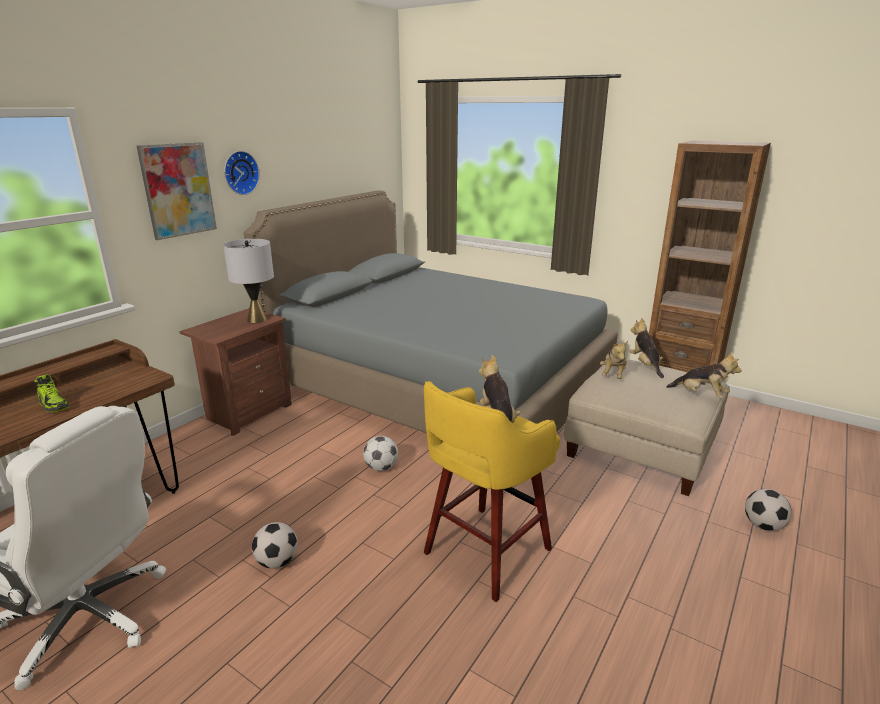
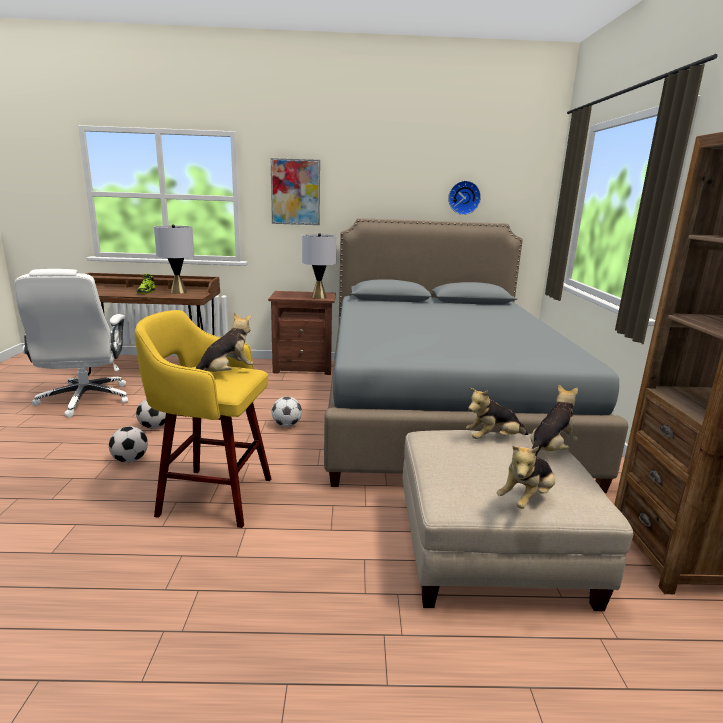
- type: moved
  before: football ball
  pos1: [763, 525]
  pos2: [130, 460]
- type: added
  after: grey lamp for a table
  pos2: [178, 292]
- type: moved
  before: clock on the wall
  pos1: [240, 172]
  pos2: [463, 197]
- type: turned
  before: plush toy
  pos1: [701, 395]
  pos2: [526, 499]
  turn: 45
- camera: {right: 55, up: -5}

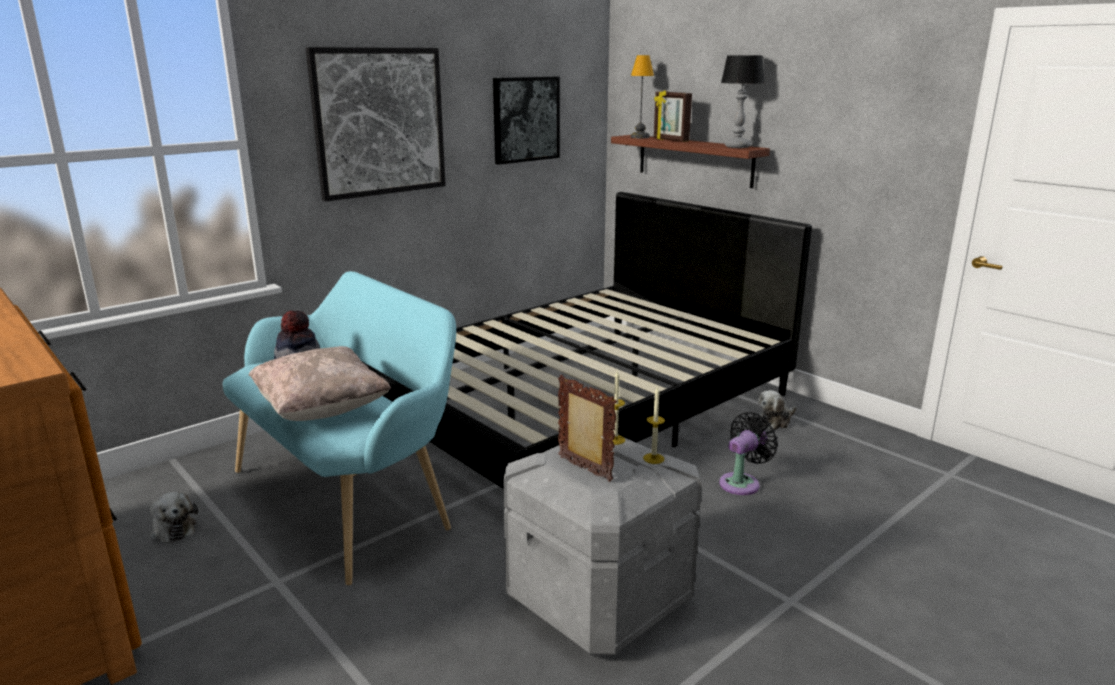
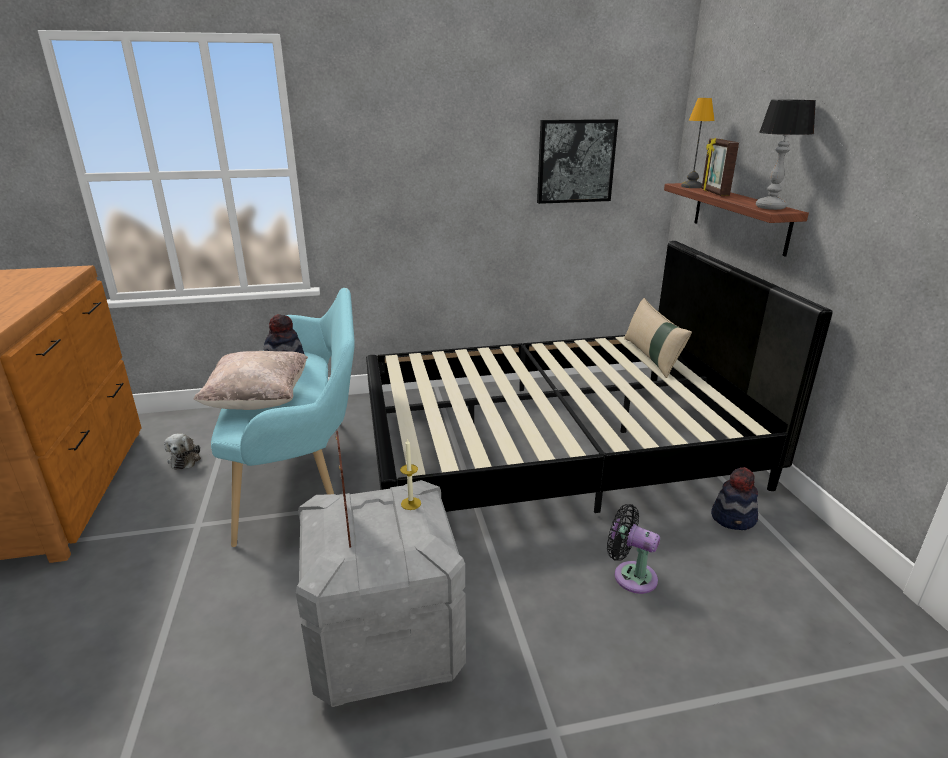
- type: turned
  before: blackish cooling fan
  pos1: [742, 483]
  pos2: [630, 575]
  turn: -135
- type: added
  after: sand-coloured pillow
  pos2: [652, 357]
- type: replaced
  before: plush toy
  after: wearable hat
  pos1: [775, 421]
  pos2: [734, 518]
- type: removed
  before: wall picture
  pos1: [379, 122]
- type: removed
  before: candle
  pos1: [653, 458]
- camera: {right: 30, up: 5}

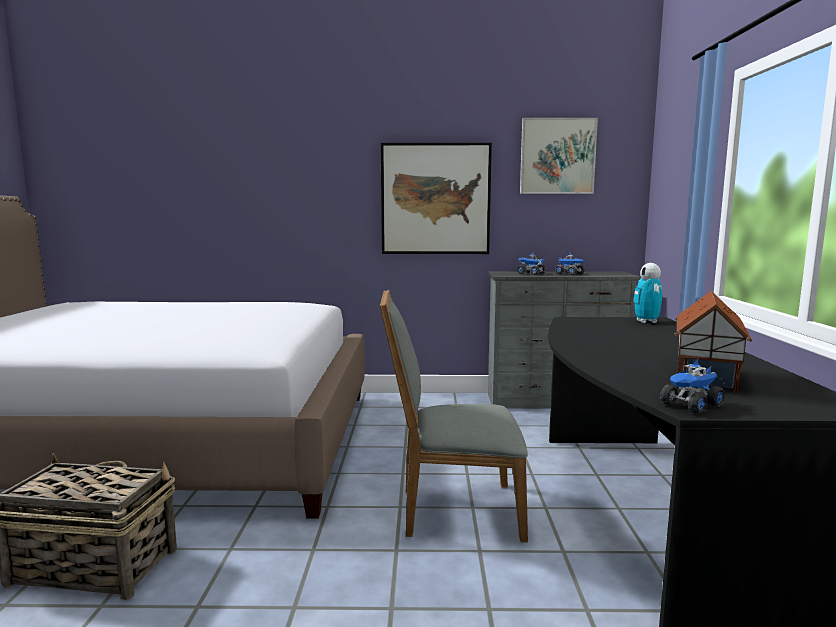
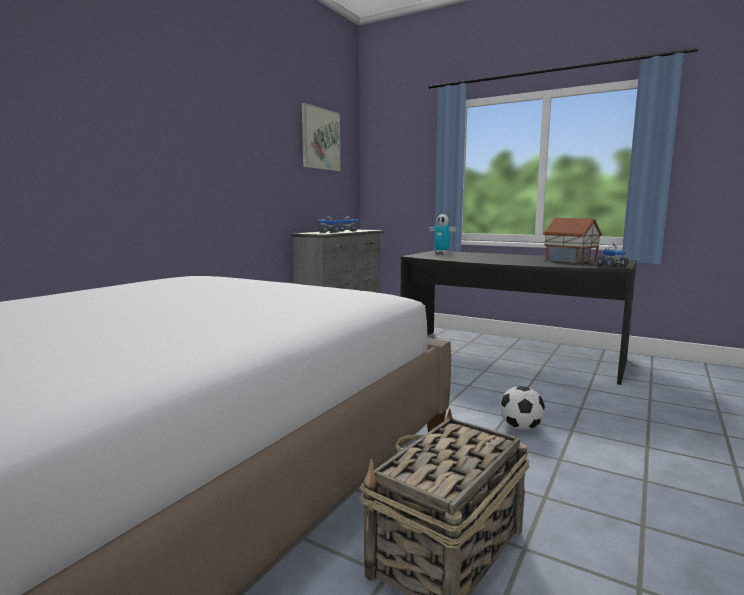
- type: added
  after: football ball
  pos2: [520, 427]
- type: removed
  before: grey plain chair
  pos1: [452, 511]
- type: removed
  before: wall picture
  pos1: [435, 199]
- camera: {right: -60, up: 0}

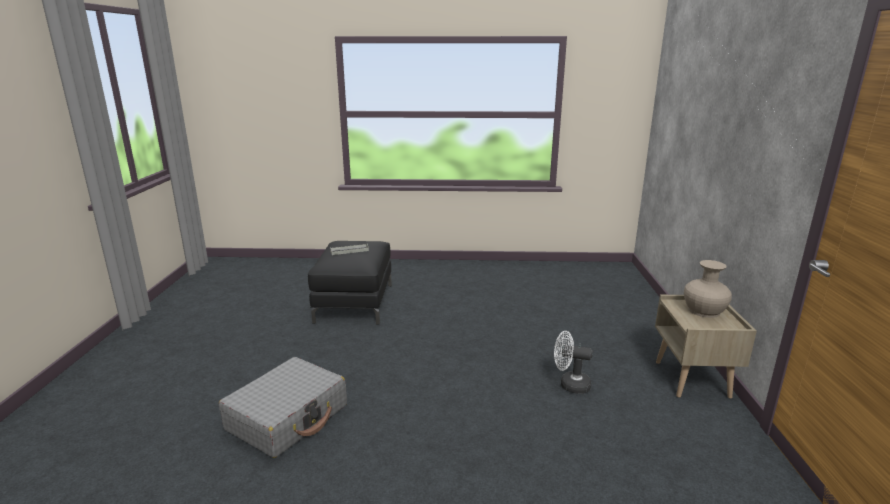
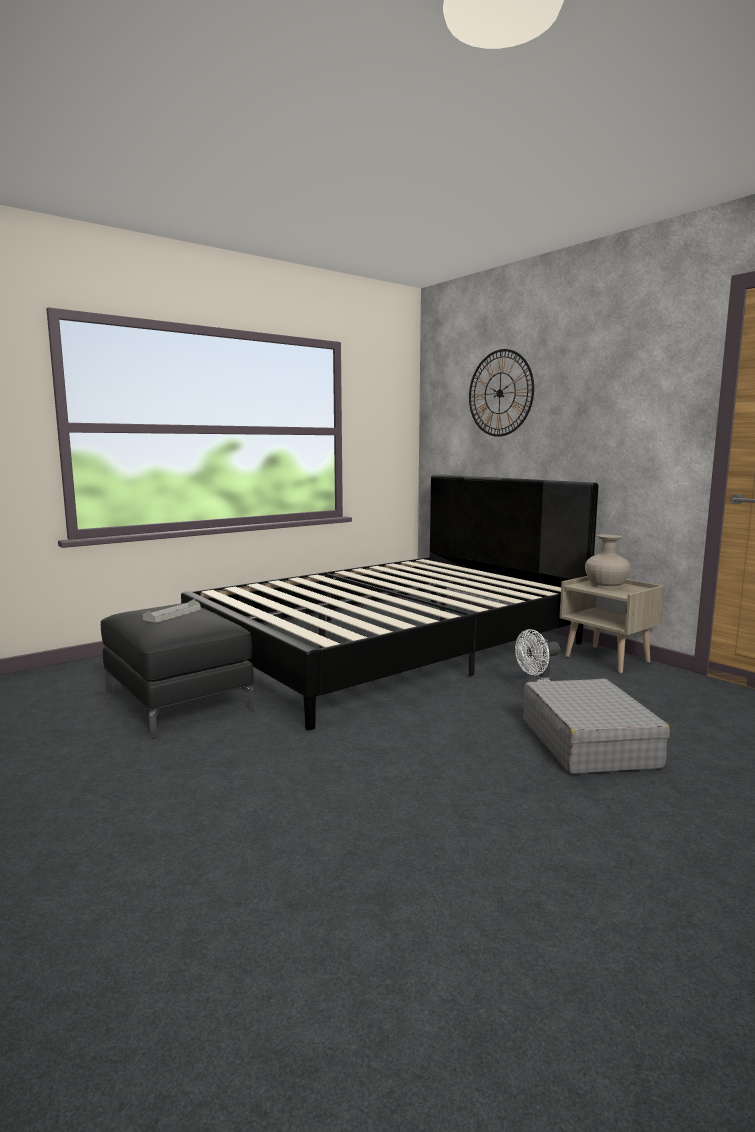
- type: added
  after: blackish bed
  pos2: [391, 647]
- type: added
  after: clock on the wall
  pos2: [500, 393]
- type: moved
  before: grey suitcase
  pos1: [288, 417]
  pos2: [588, 743]
- camera: {right: -40, up: -10}

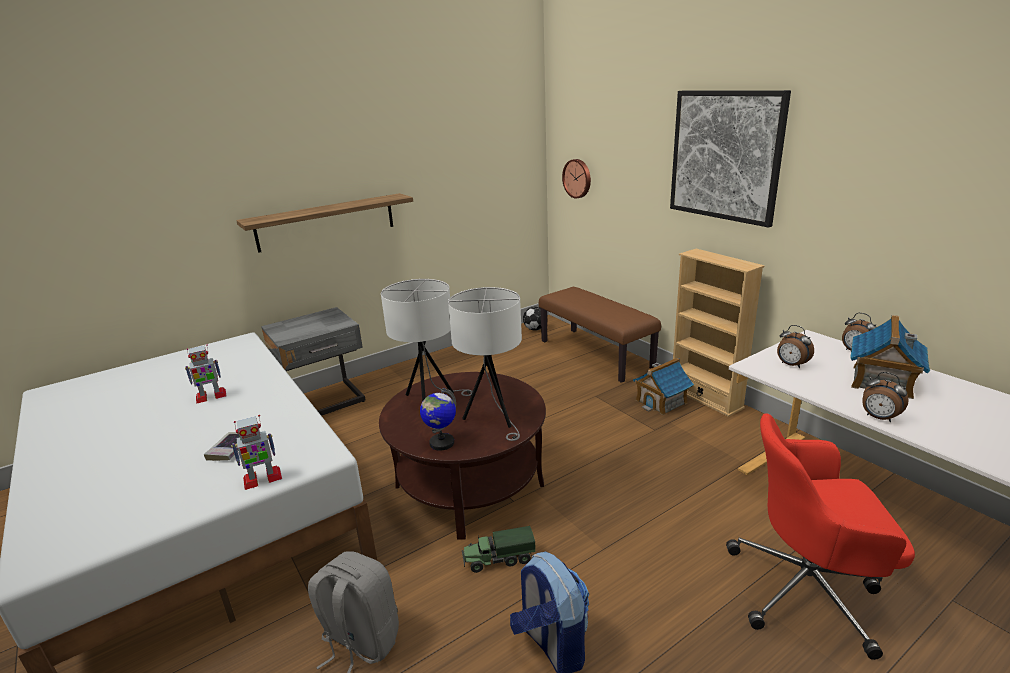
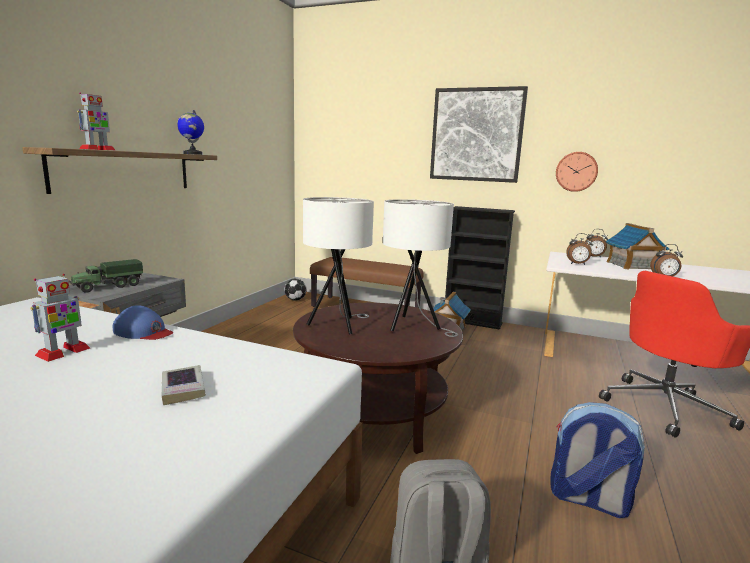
- type: moved
  before: model truck
  pos1: [498, 559]
  pos2: [108, 287]
- type: moved
  before: toy robot
  pos1: [262, 479]
  pos2: [97, 149]
- type: added
  after: bluish cap
  pos2: [143, 332]
- type: moved
  before: desk globe
  pos1: [441, 443]
  pos2: [192, 154]
- type: recoloured
  before: sand-coloured bookshelf
  after: blackish bookshelf
  pos1: [705, 397]
  pos2: [472, 321]
- type: moved
  before: clock on the wall
  pos1: [577, 178]
  pos2: [576, 171]
- camera: {right: -35, up: -10}

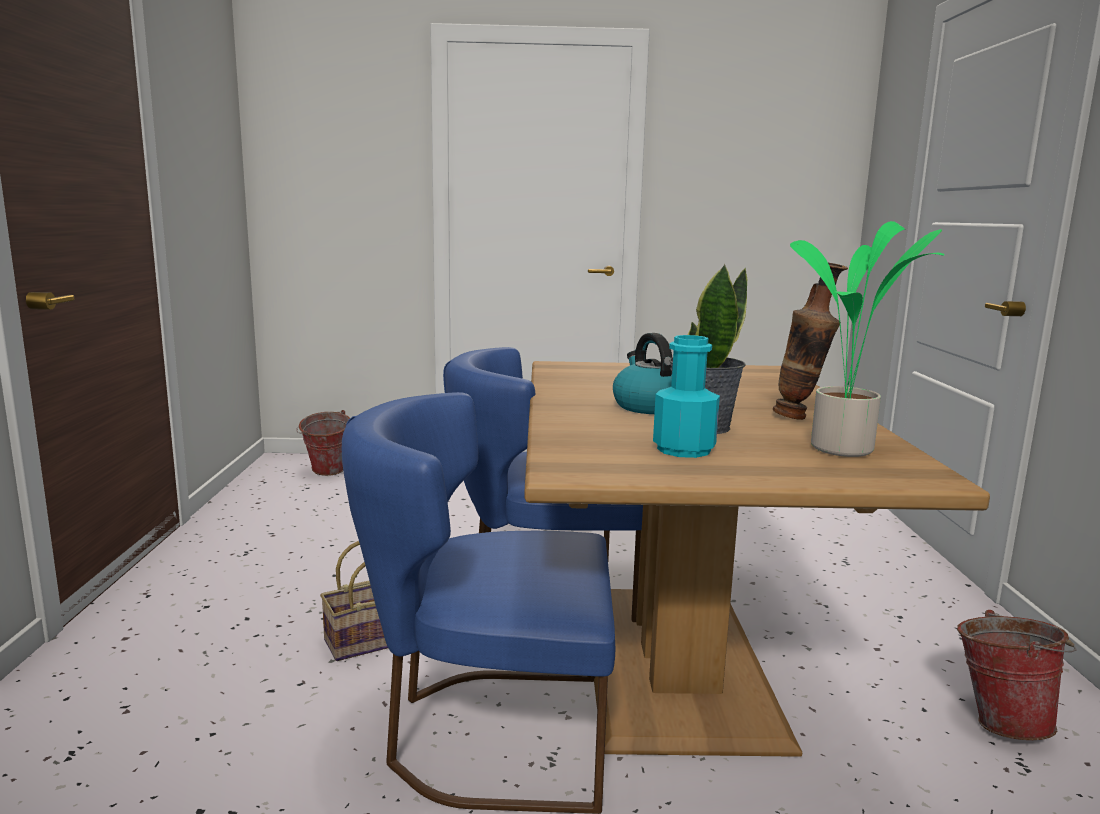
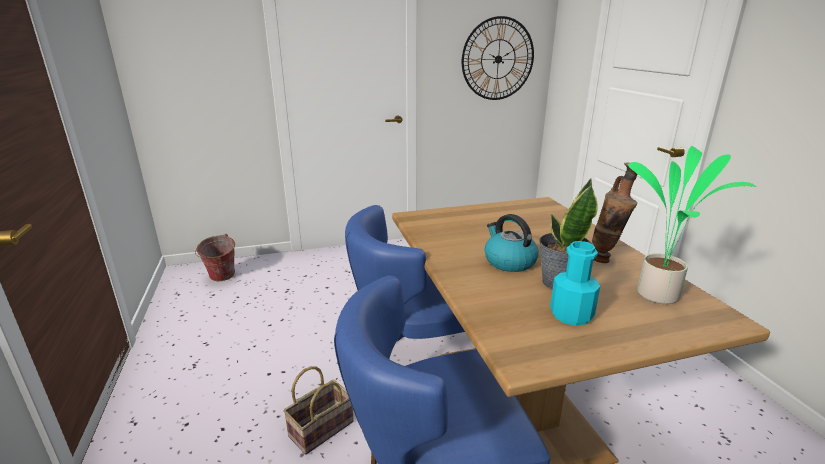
- type: added
  after: clock on the wall
  pos2: [498, 59]
- type: removed
  before: pail
  pos1: [1000, 720]
- camera: {right: -15, up: 10}

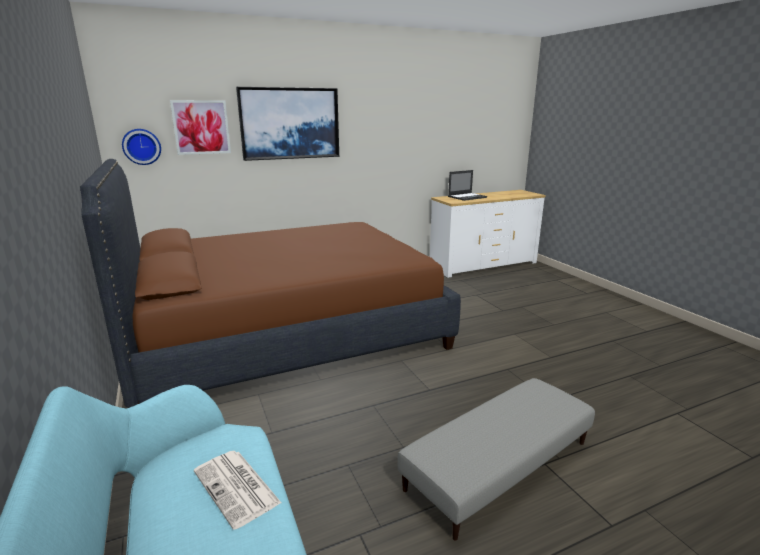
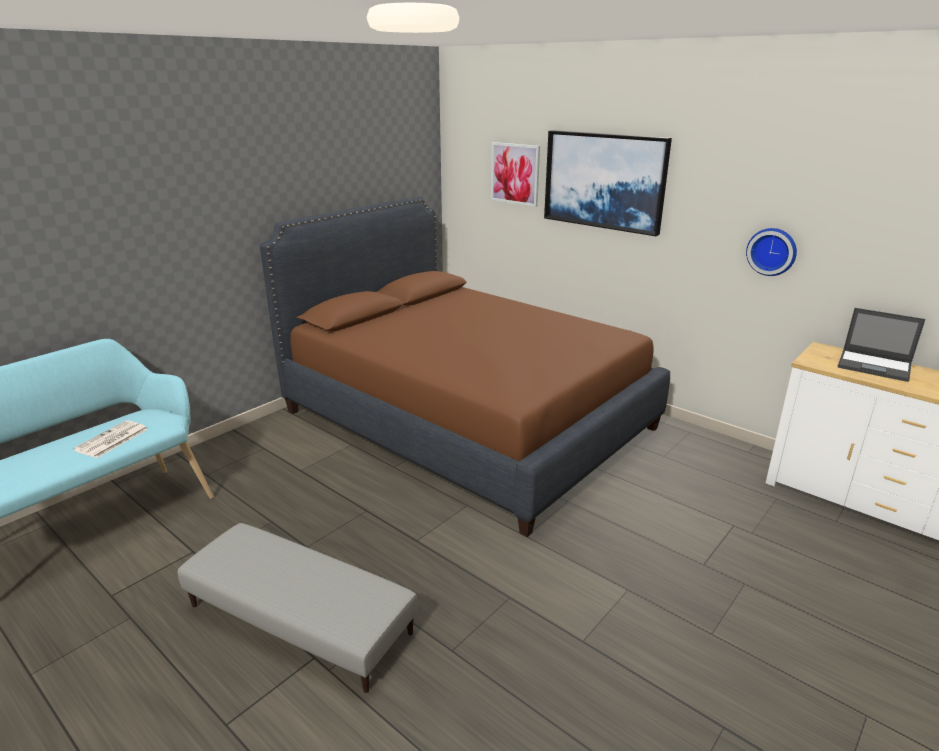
- type: moved
  before: clock on the wall
  pos1: [141, 146]
  pos2: [772, 251]
- camera: {right: 65, up: 5}

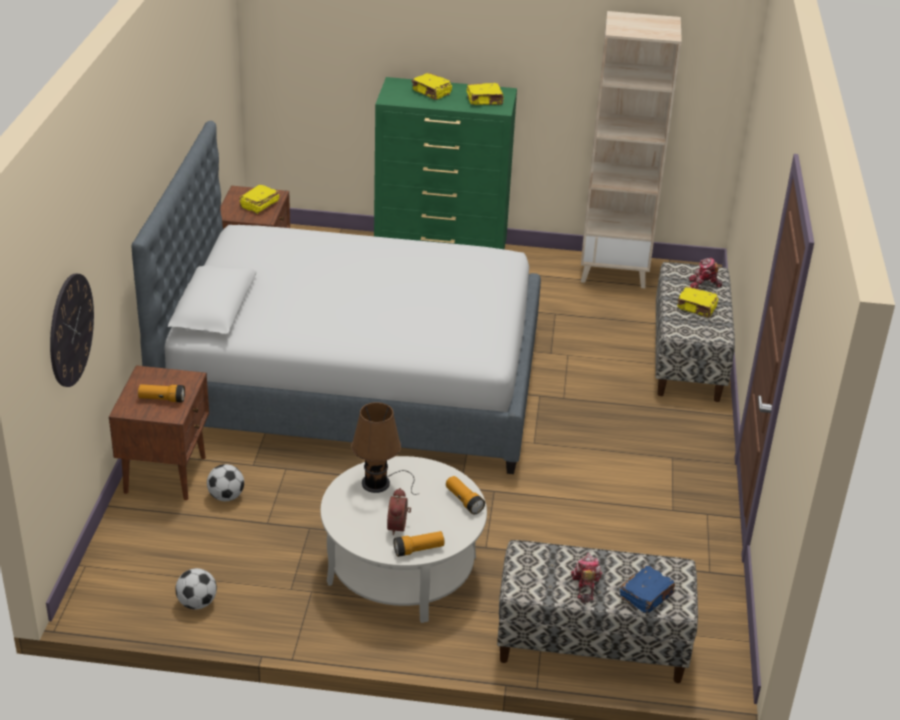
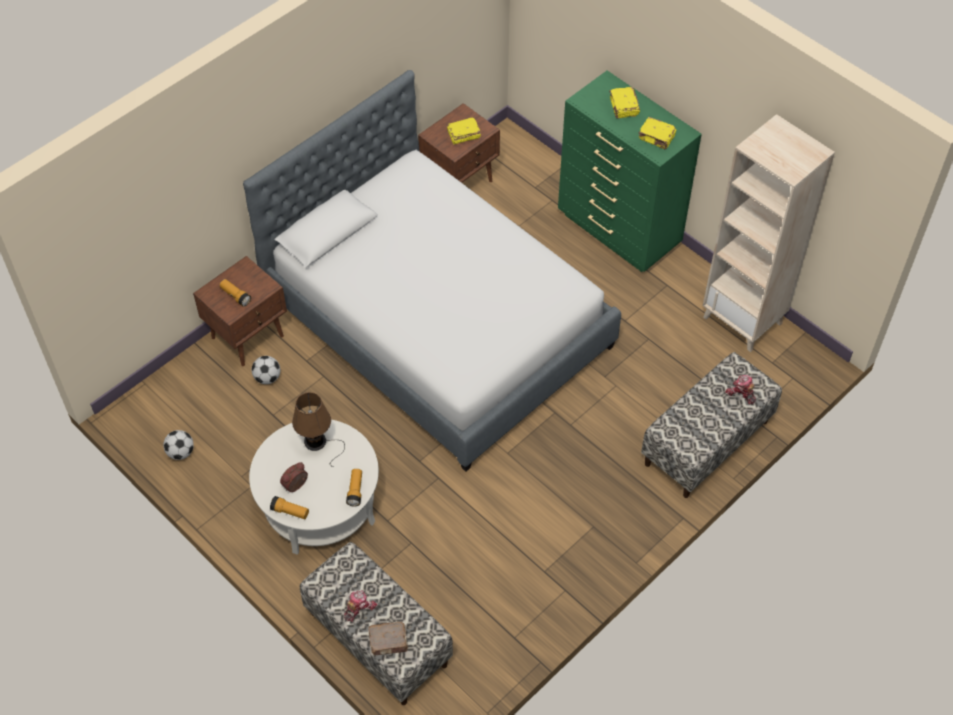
- type: recoloured
  before: bluish bound book
  after: brown-coloured bound book
  pos1: [647, 596]
  pos2: [389, 642]
- type: removed
  before: clock on the wall
  pos1: [71, 330]
- type: removed
  before: yellow-coloured bound book
  pos1: [697, 308]
- camera: {right: 40, up: 20}

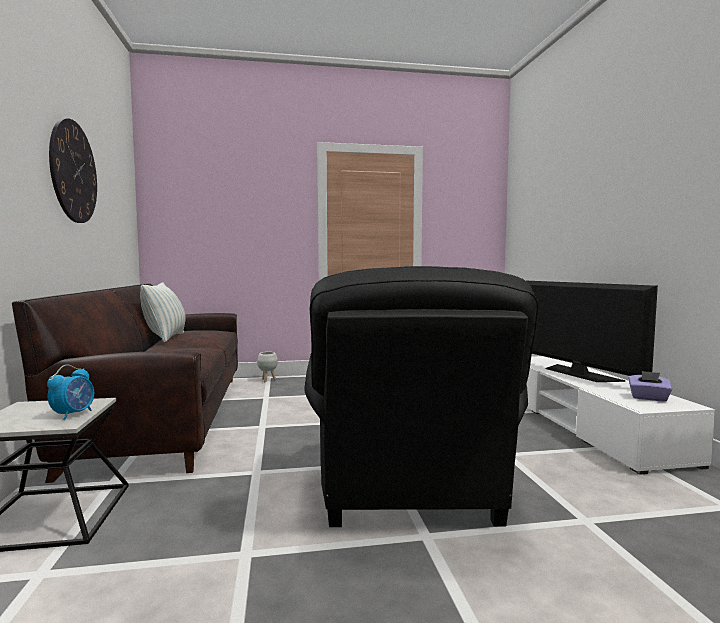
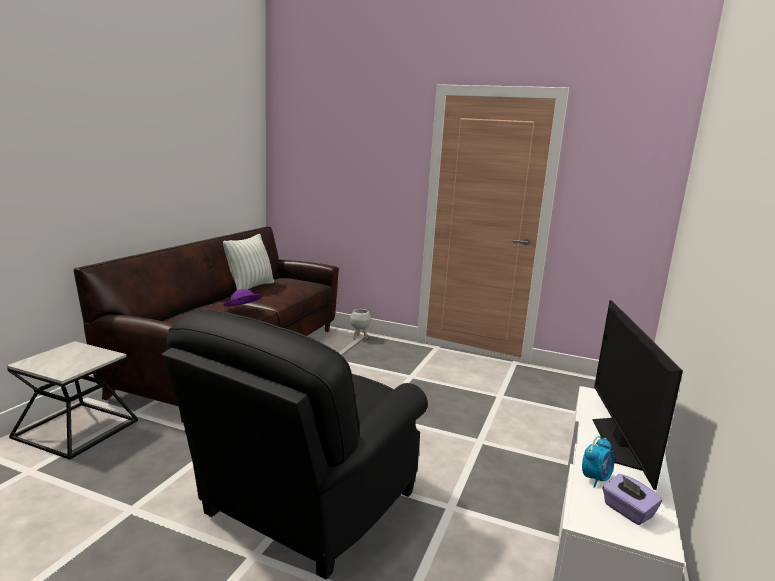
- type: added
  after: purple wearable hat
  pos2: [242, 310]
- type: moved
  before: bedside clock
  pos1: [73, 414]
  pos2: [595, 479]
- type: removed
  before: clock on the wall
  pos1: [73, 172]
- camera: {right: 30, up: 10}

